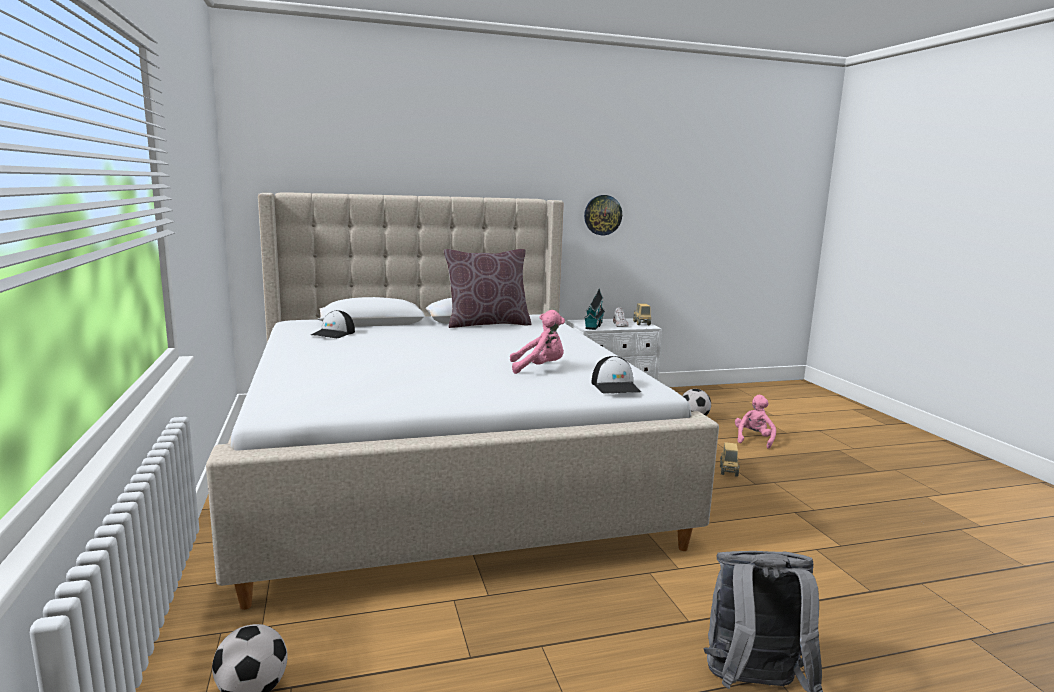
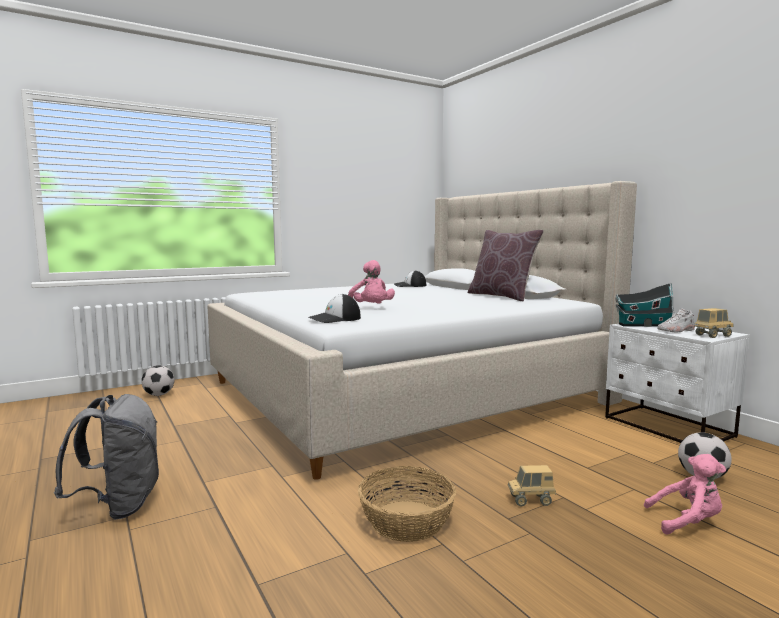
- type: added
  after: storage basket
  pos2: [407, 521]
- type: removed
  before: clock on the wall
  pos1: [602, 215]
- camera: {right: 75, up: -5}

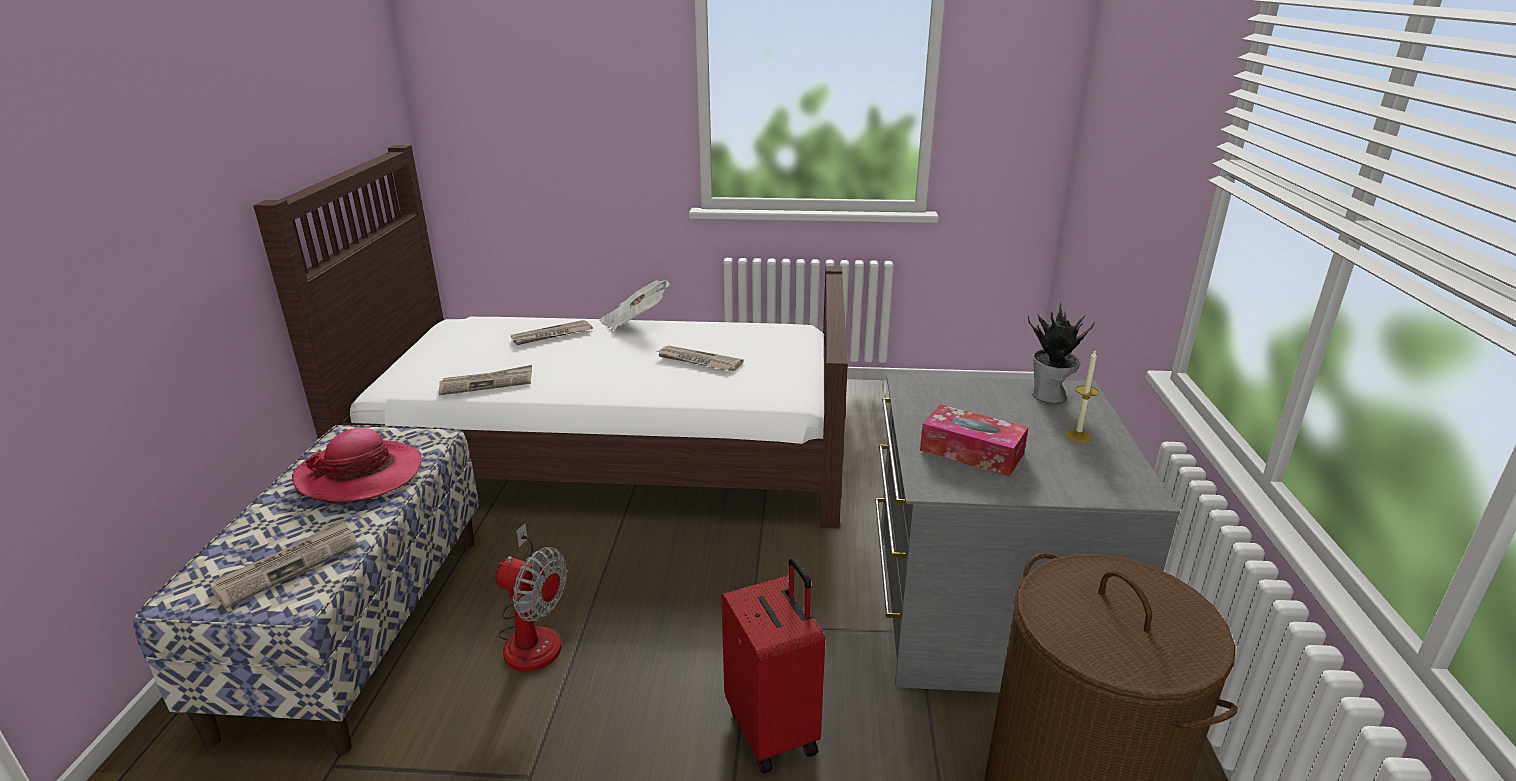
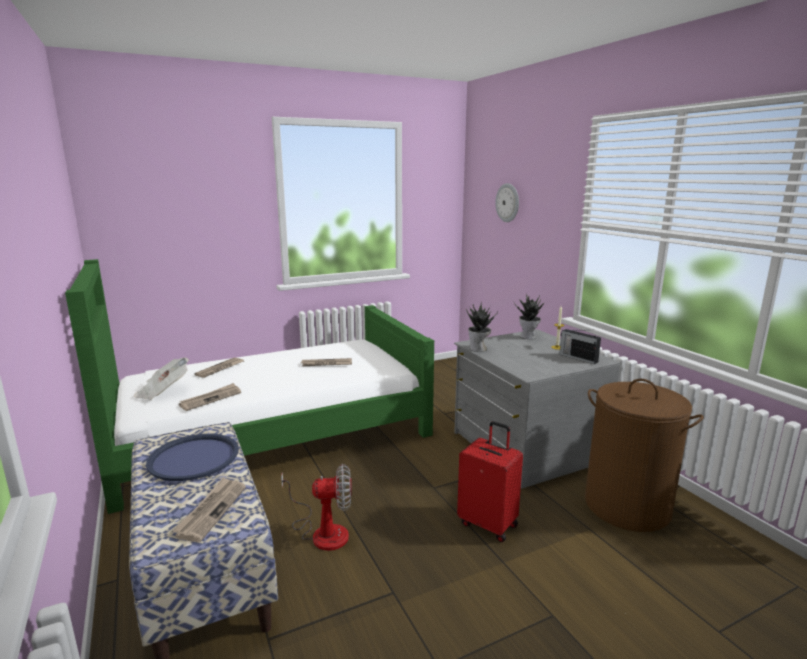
- type: recoloured
  before: brown-coloured bed
  after: green bed
  pos1: [611, 449]
  pos2: [271, 433]
- type: moved
  before: printed paper
  pos1: [634, 322]
  pos2: [163, 392]
- type: replaced
  before: wearable hat
  after: bluish carrying tray
  pos1: [360, 475]
  pos2: [194, 458]
- type: added
  after: plant in a pot
  pos2: [478, 349]
- type: added
  after: clock on the wall
  pos2: [508, 202]
- type: added
  after: radio receiver
  pos2: [577, 358]
- type: removed
  before: tissue holder
  pos1: [971, 452]
- camera: {right: -30, up: -10}

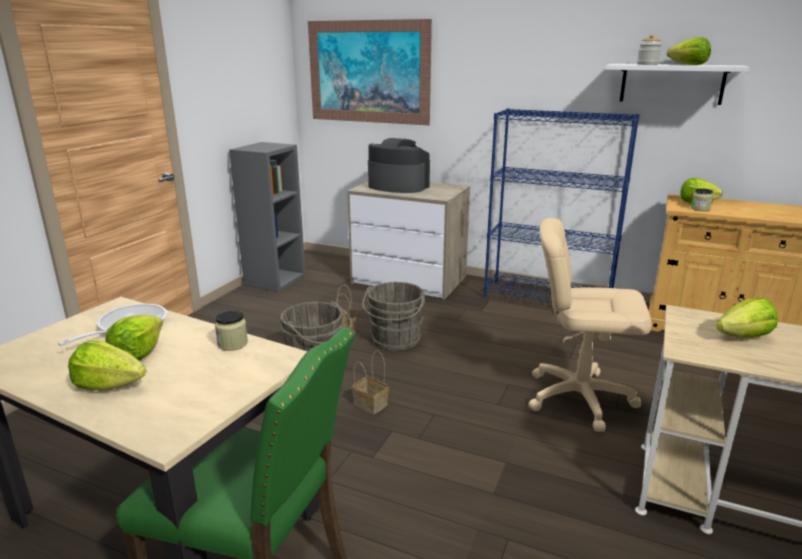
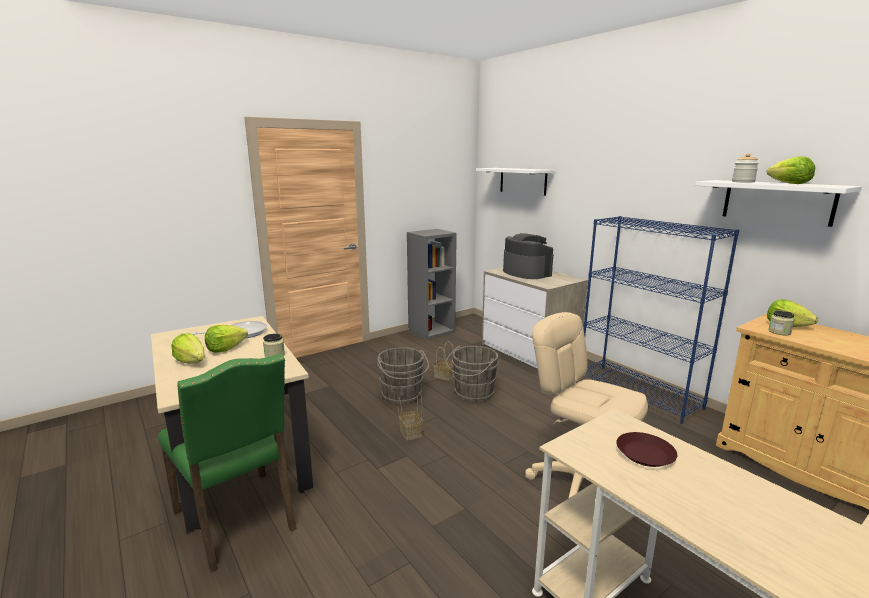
- type: replaced
  before: wall picture
  after: whitish shelf
  pos1: [368, 72]
  pos2: [523, 181]
- type: replaced
  before: lettuce
  after: brown-coloured dinner plate
  pos1: [743, 337]
  pos2: [645, 454]
- camera: {right: 30, up: -5}

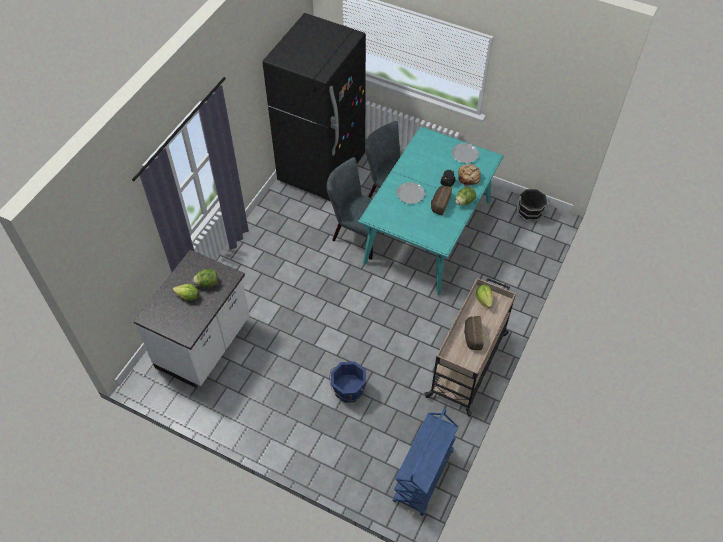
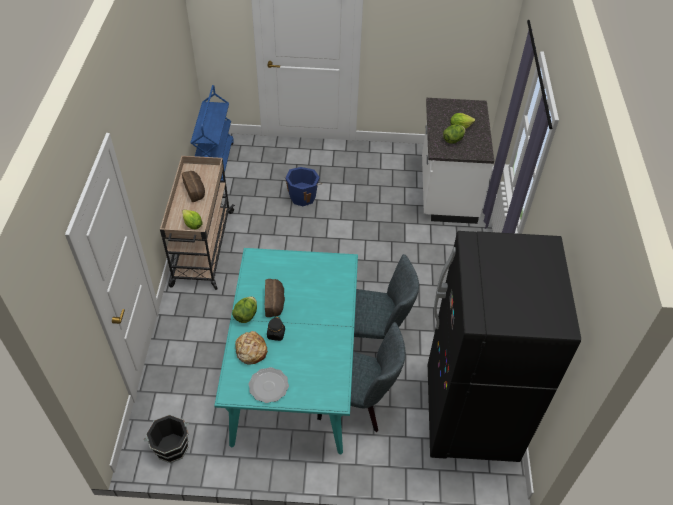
- type: removed
  before: dinner plate
  pos1: [410, 194]
- camera: {right: 155, up: -5}

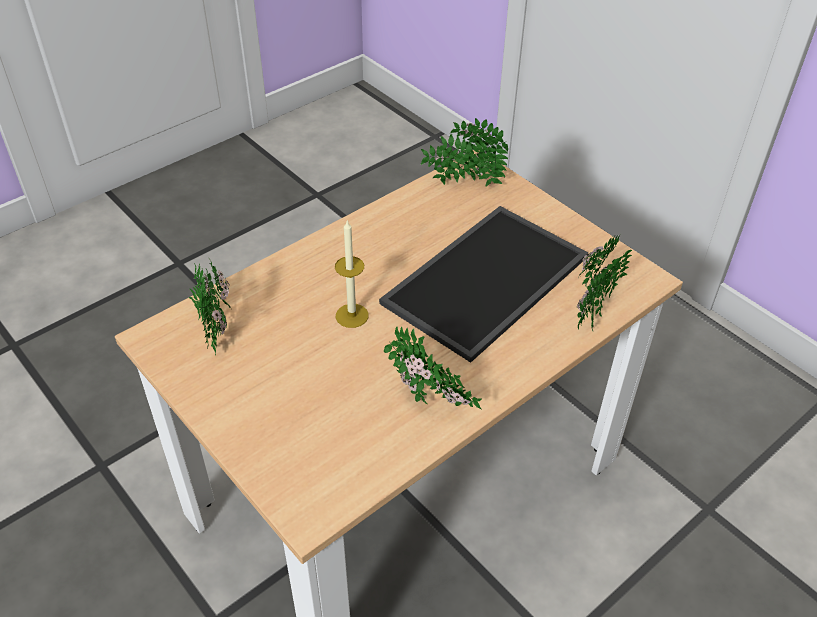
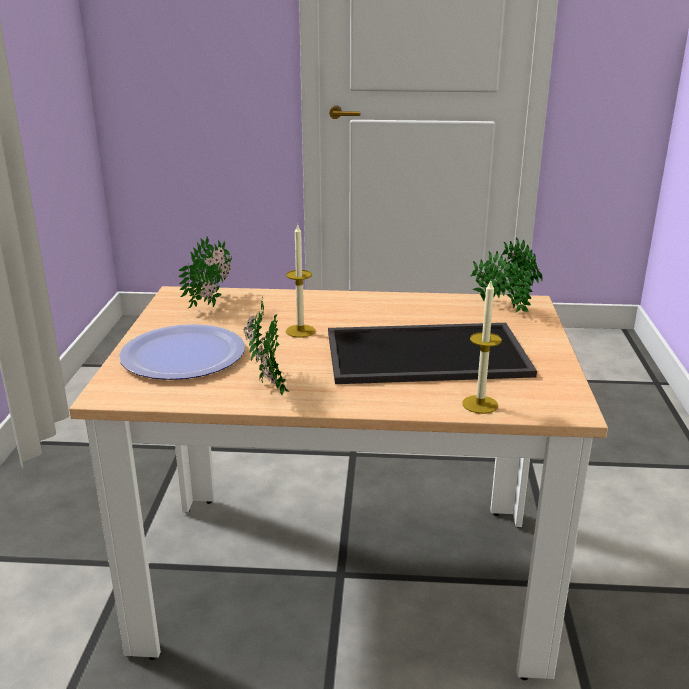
- type: added
  after: dinner plate
  pos2: [183, 355]
- type: replaced
  before: plant in a pot
  after: candle
  pos1: [591, 313]
  pos2: [480, 404]
- camera: {right: 45, up: -20}

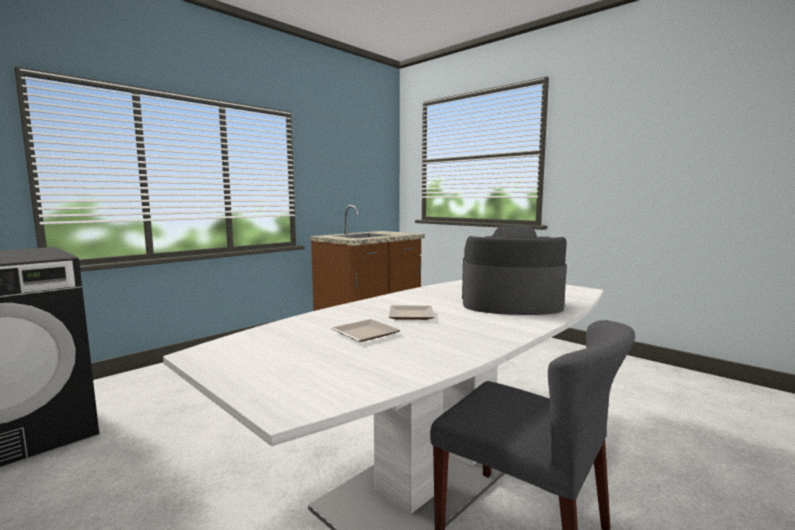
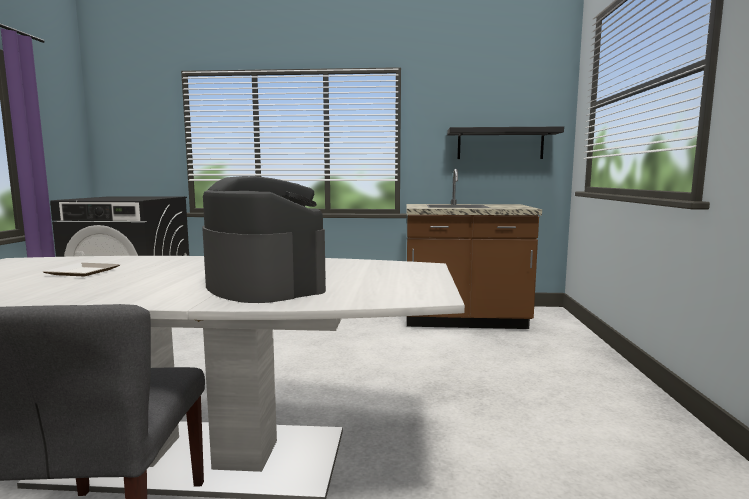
- type: added
  after: blackish shelf
  pos2: [500, 144]
- type: removed
  before: dinner plate
  pos1: [409, 315]
- camera: {right: 50, up: 0}

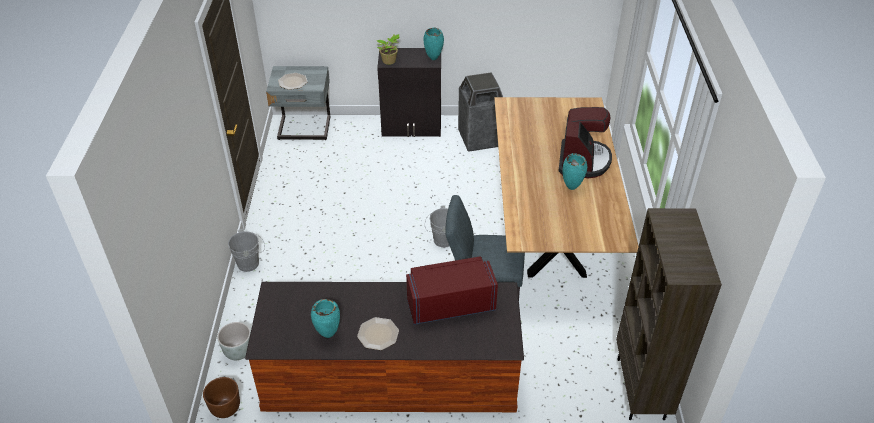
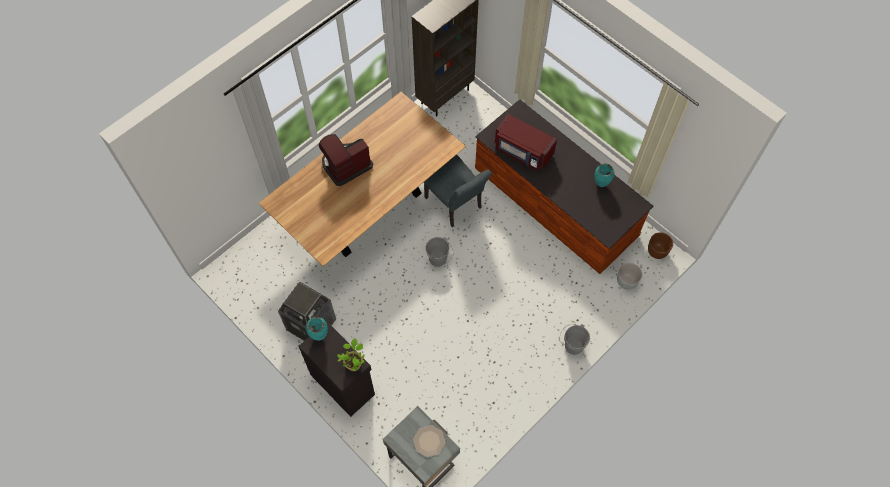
- type: removed
  before: dinner plate
  pos1: [378, 334]
- type: removed
  before: blue-green decorative vase
  pos1: [572, 188]
- camera: {right: -135, up: 20}

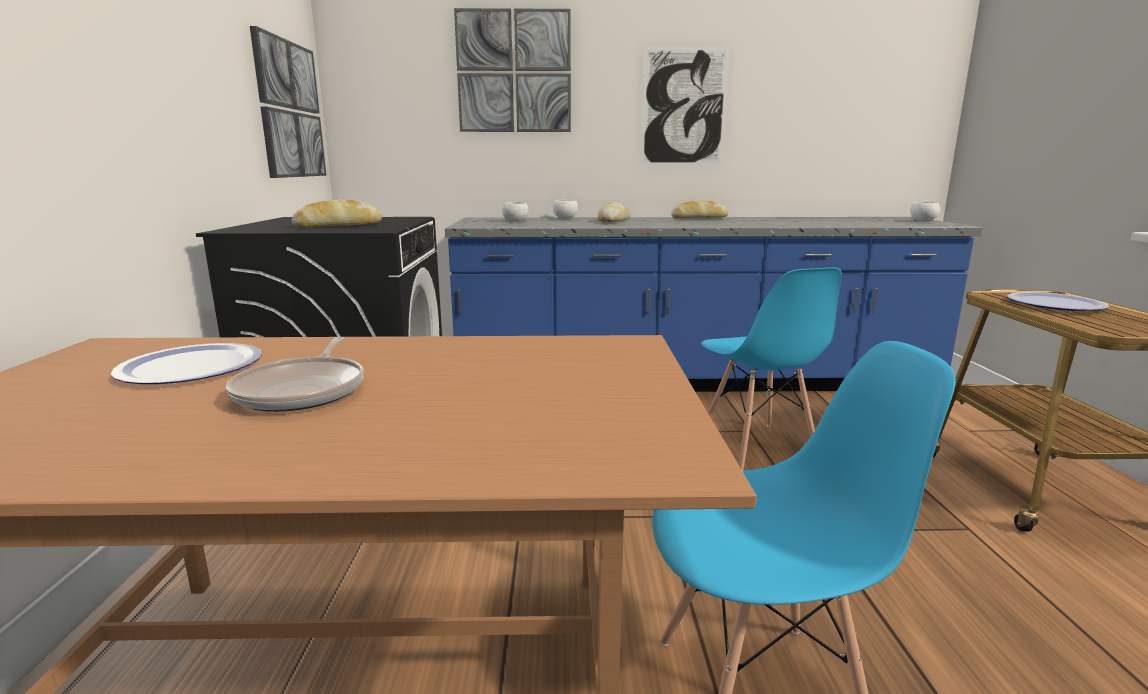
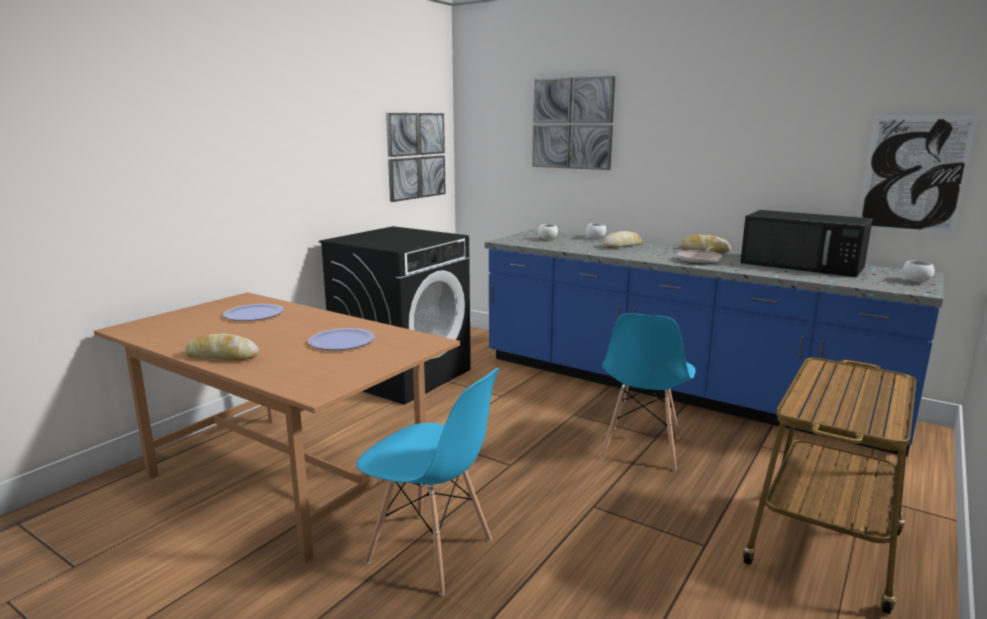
- type: moved
  before: bakery bread
  pos1: [338, 226]
  pos2: [222, 356]
- type: moved
  before: dinner plate
  pos1: [1055, 304]
  pos2: [342, 341]
- type: moved
  before: skillet
  pos1: [304, 390]
  pos2: [700, 260]
- type: added
  after: blackish kitchen microwave
  pos2: [803, 265]
- type: moved
  before: wall picture
  pos1: [683, 107]
  pos2: [913, 174]
- camera: {right: 35, up: 0}

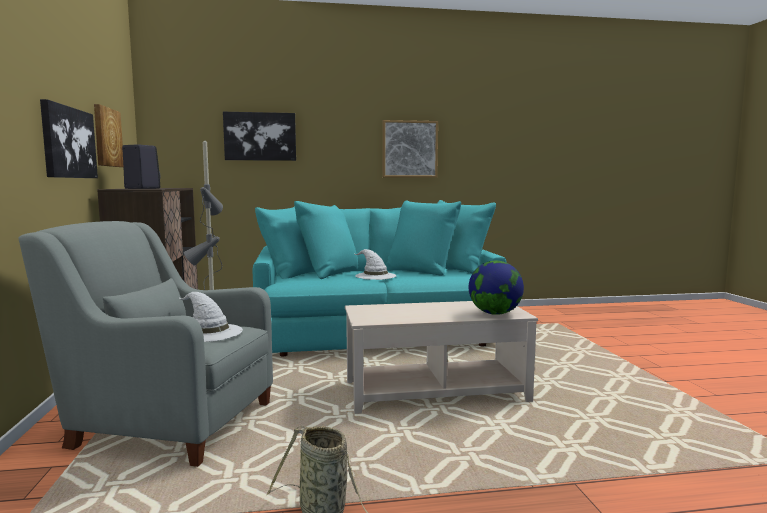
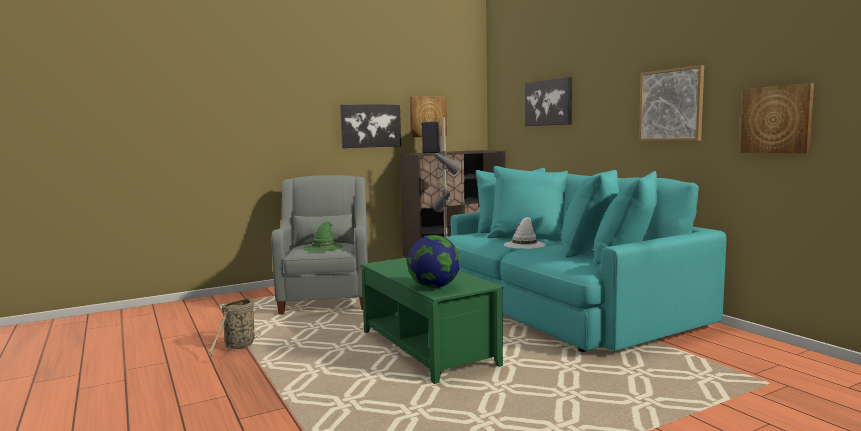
- type: recoloured
  before: whitish wearable hat
  after: green wearable hat
  pos1: [208, 332]
  pos2: [323, 247]
- type: recoloured
  before: sand-coloured low table
  after: green low table
  pos1: [435, 391]
  pos2: [427, 348]
- type: added
  after: wall picture
  pos2: [776, 119]
- camera: {right: 70, up: 0}

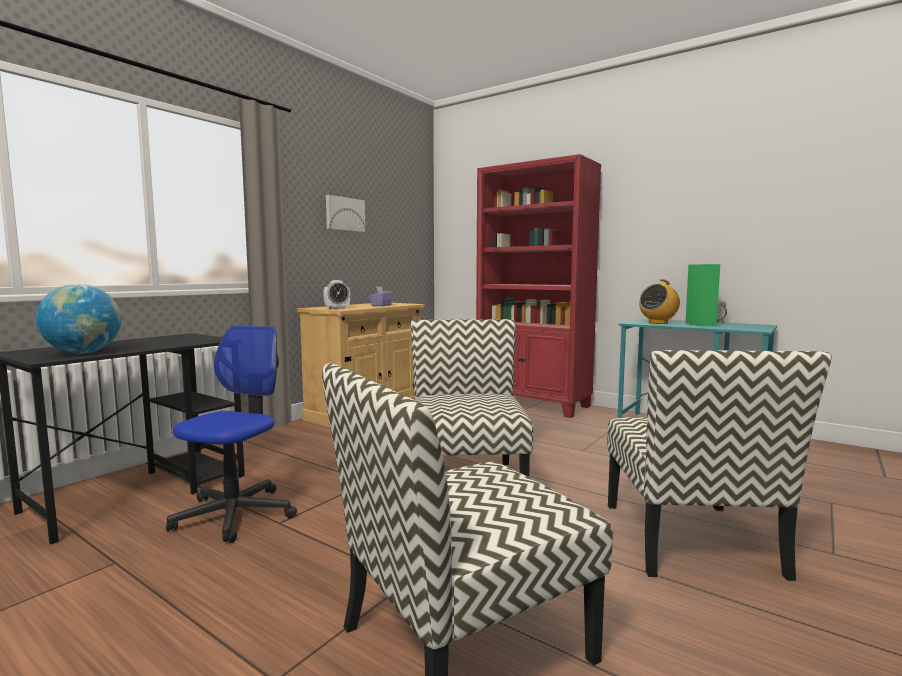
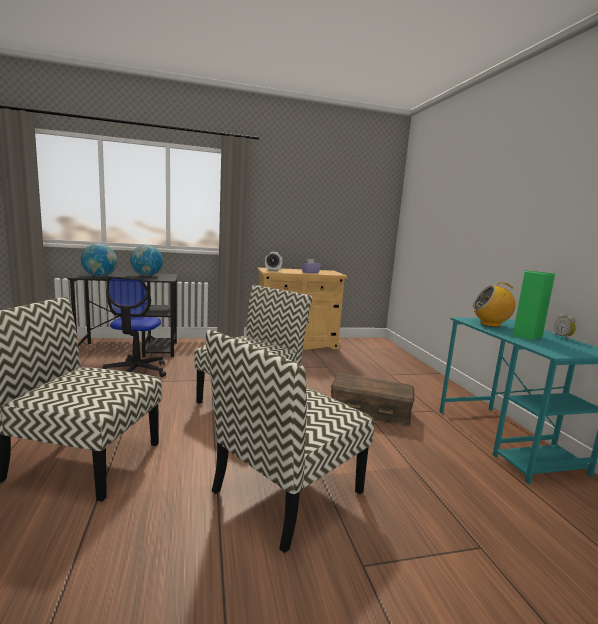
- type: turned
  before: office chair
  pos1: [235, 514]
  pos2: [136, 371]
  turn: 120
- type: added
  after: desk globe
  pos2: [146, 275]
- type: added
  after: brown-coloured storage bin
  pos2: [370, 410]
- type: removed
  before: wall picture
  pos1: [344, 214]
- type: removed
  before: red-coloured bookshelf
  pos1: [533, 404]
- camera: {right: 40, up: 5}

